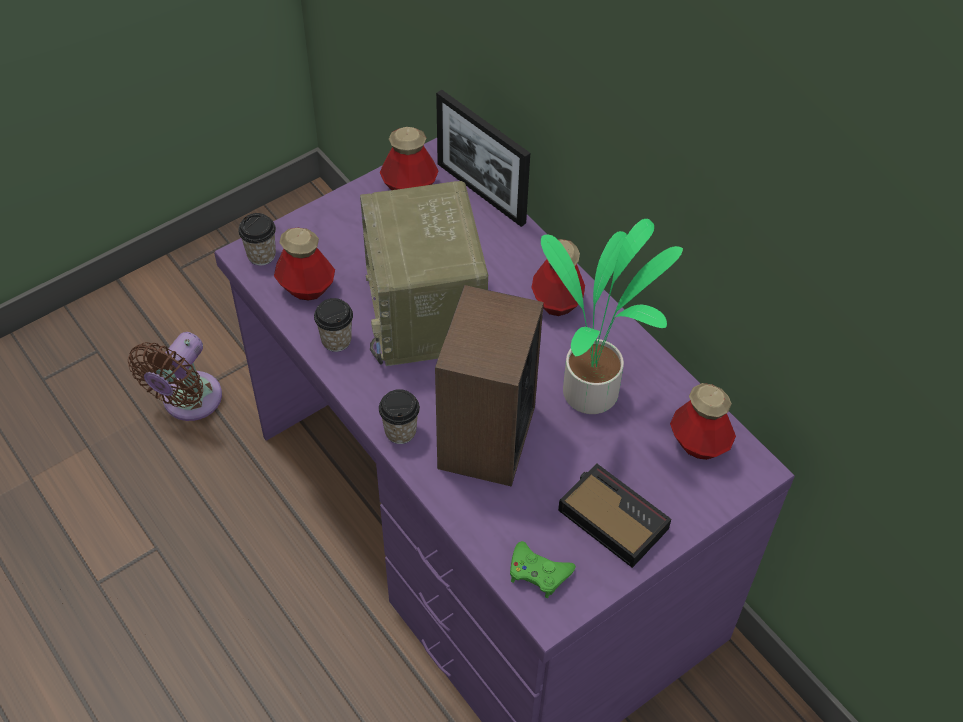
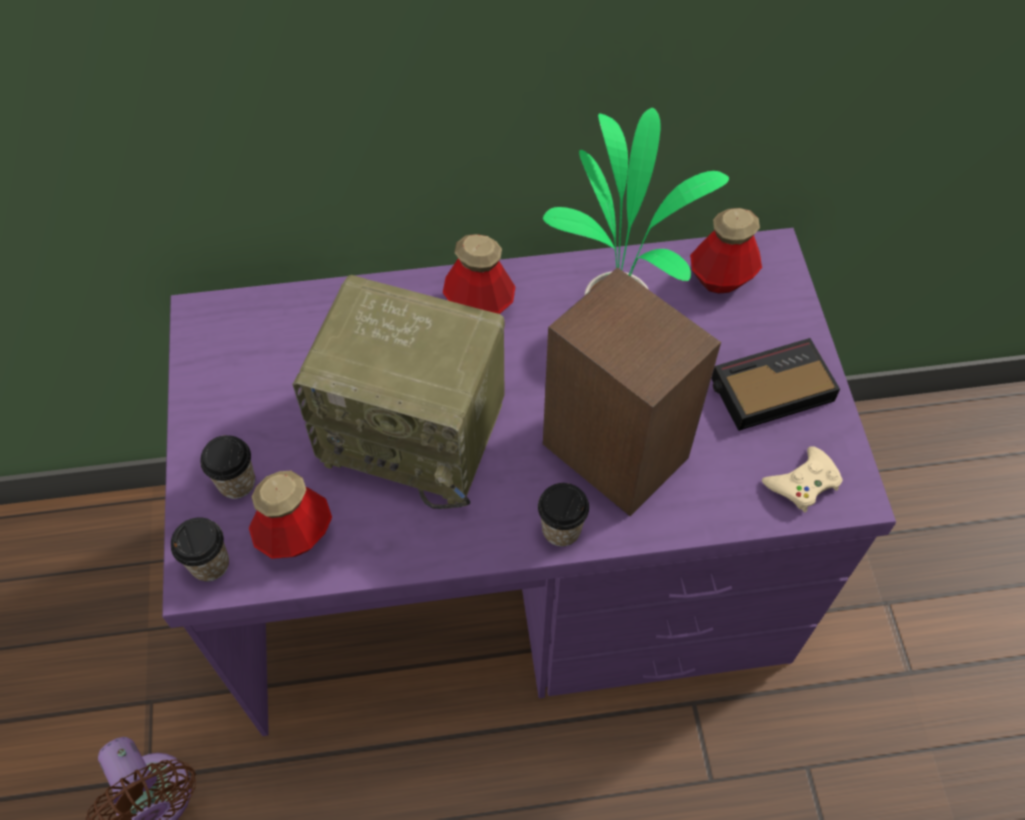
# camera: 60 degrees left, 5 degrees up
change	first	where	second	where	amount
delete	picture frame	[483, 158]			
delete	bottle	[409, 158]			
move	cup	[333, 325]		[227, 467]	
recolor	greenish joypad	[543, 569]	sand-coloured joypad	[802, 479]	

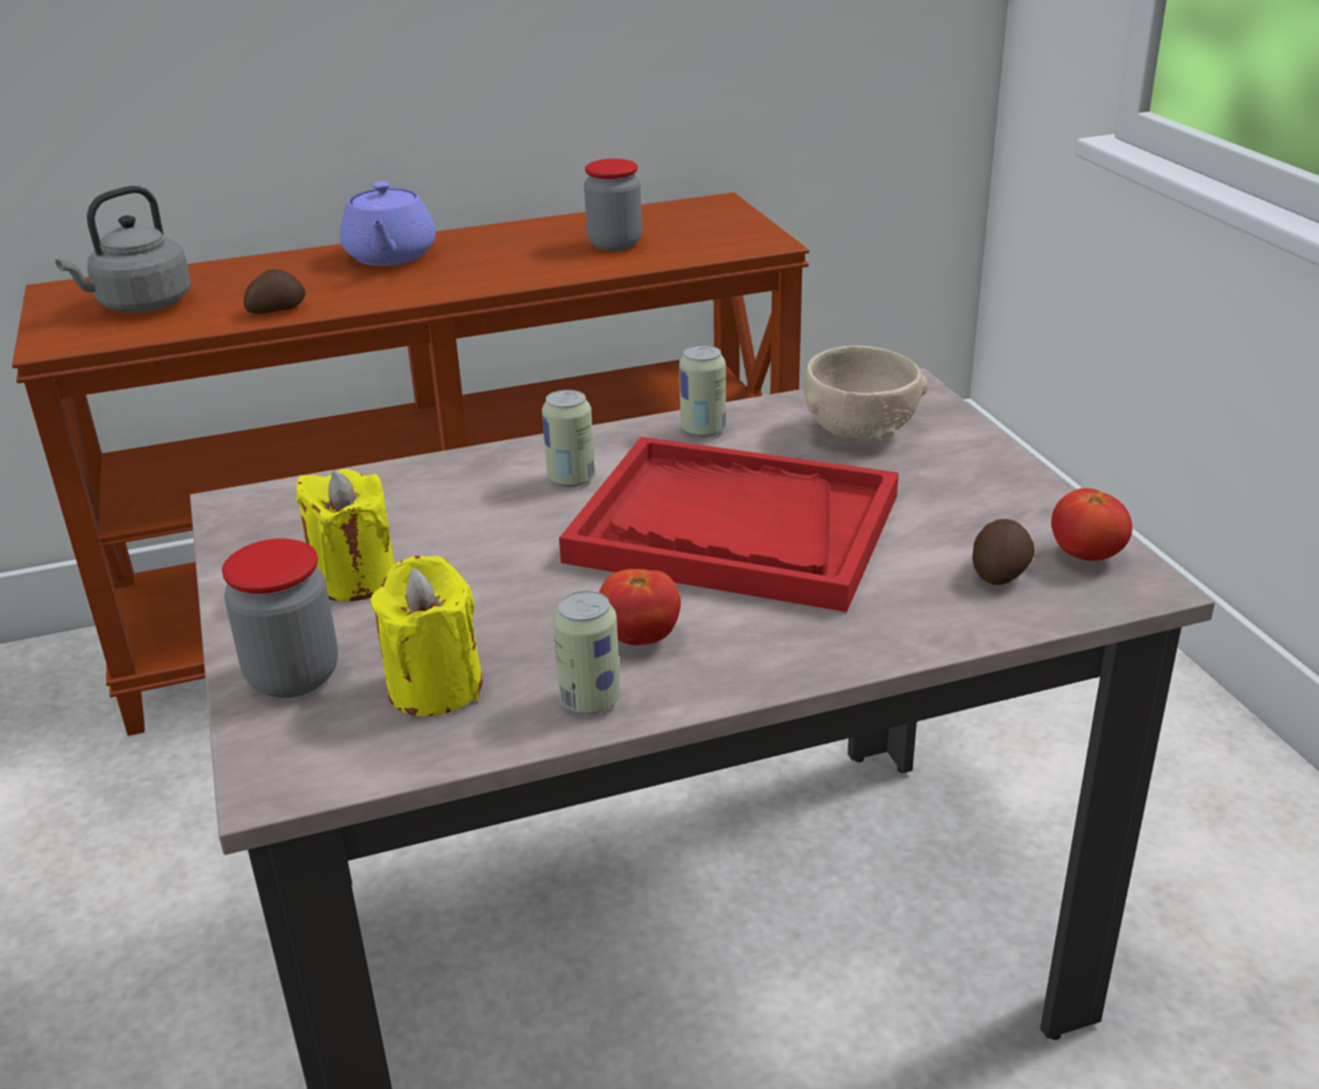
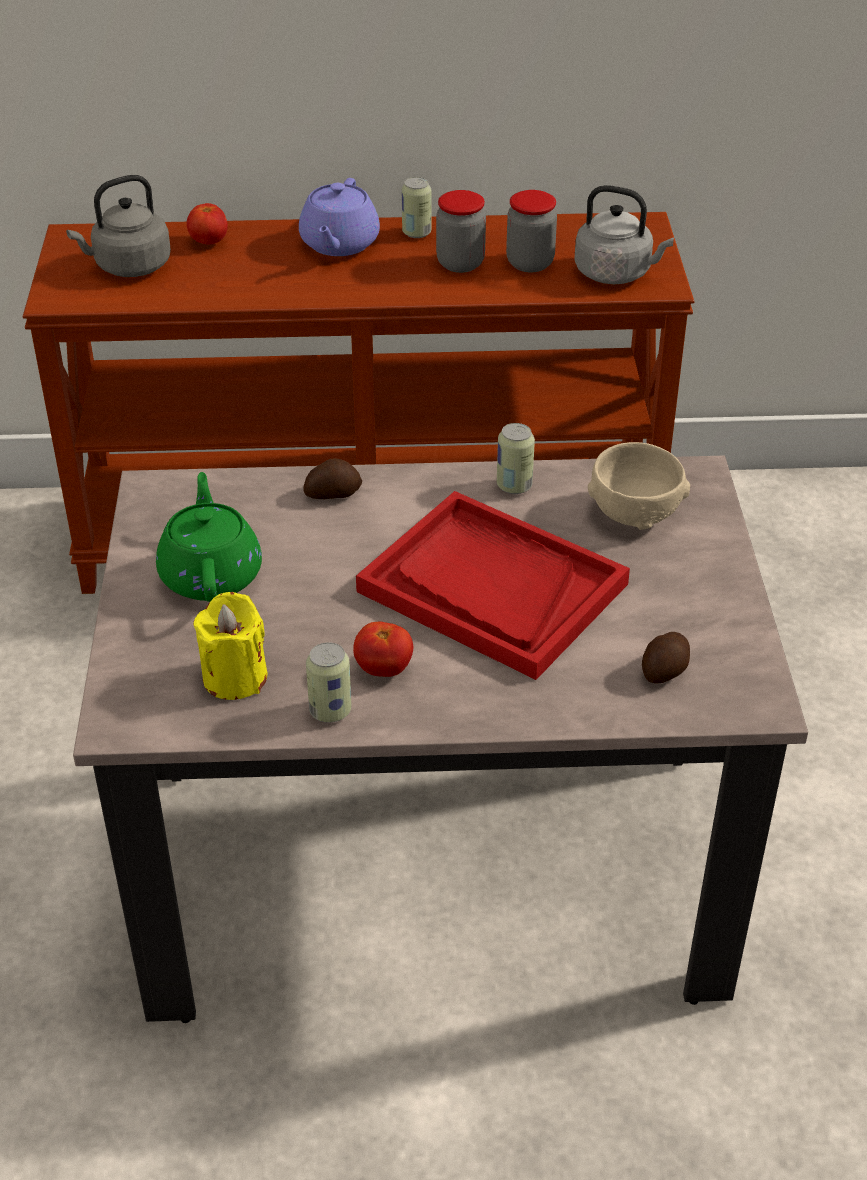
# camera: 15 degrees right, 10 degrees up
change	first	where	second	where	amount
move	spud	[275, 291]		[332, 478]	
move	metal can	[568, 438]		[416, 207]	
replace	yellow-coloured wax candle	[345, 535]	greenish pot for tea	[209, 537]	
move	tomato	[1091, 524]		[207, 223]	
move	storage jar	[280, 618]		[461, 231]	
insert			gray water kettle	[624, 234]	

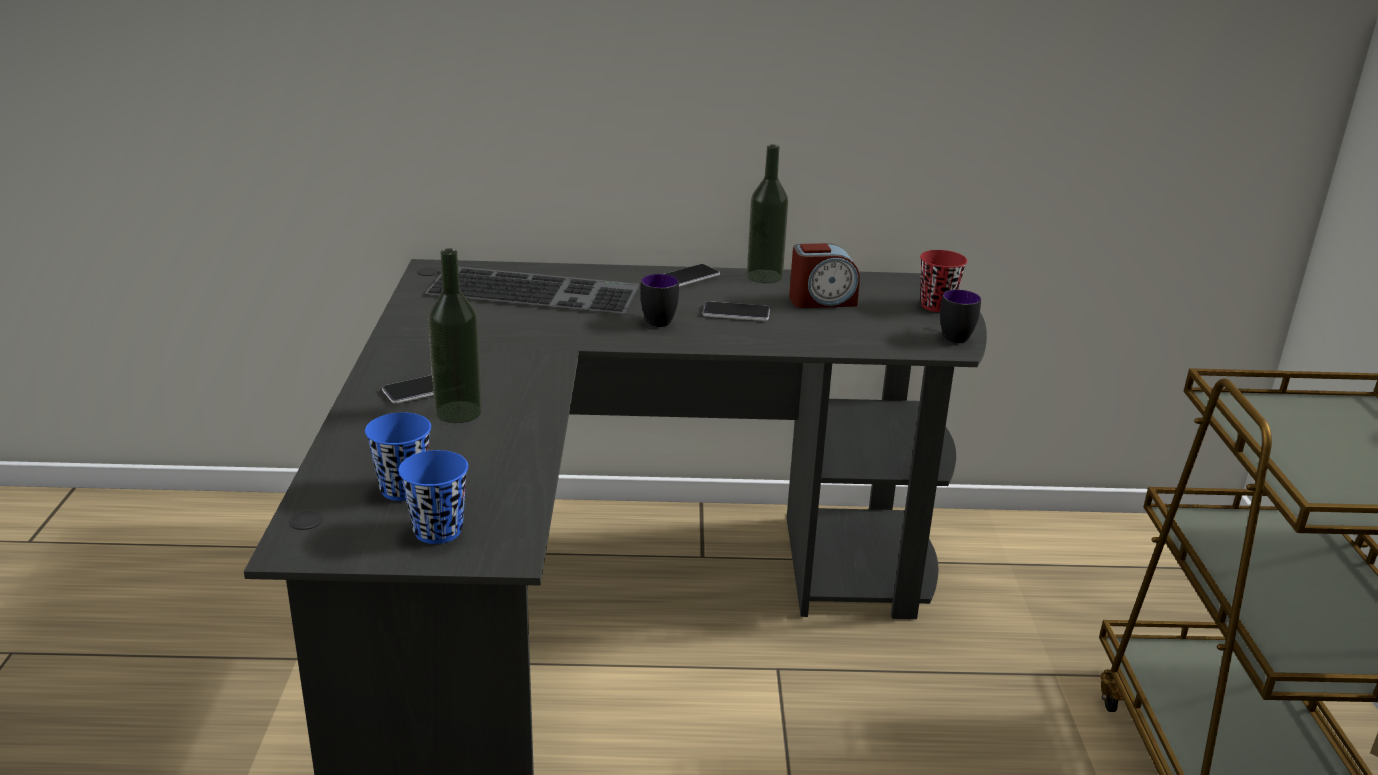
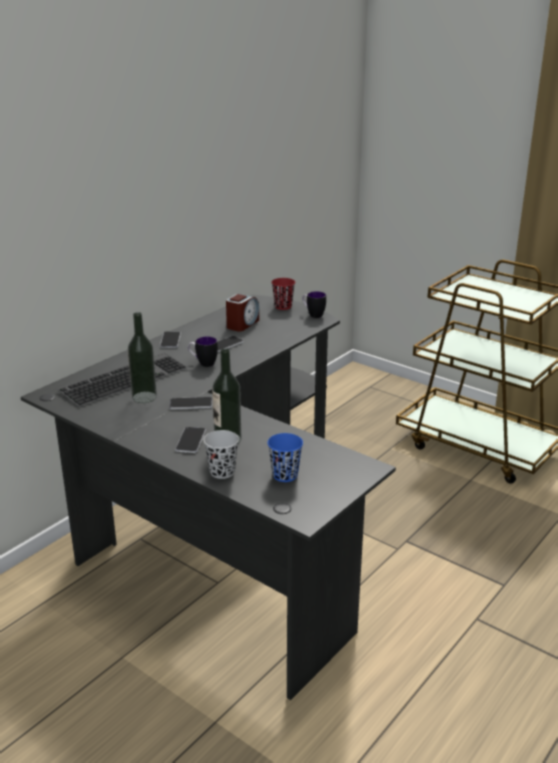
# camera: 50 degrees left, 0 degrees up
change	first	where	second	where	amount
move	bottle	[767, 214]		[142, 357]	
delete	blue cup	[433, 497]			
insert			telephone	[190, 403]	
insert			black cup	[221, 454]	

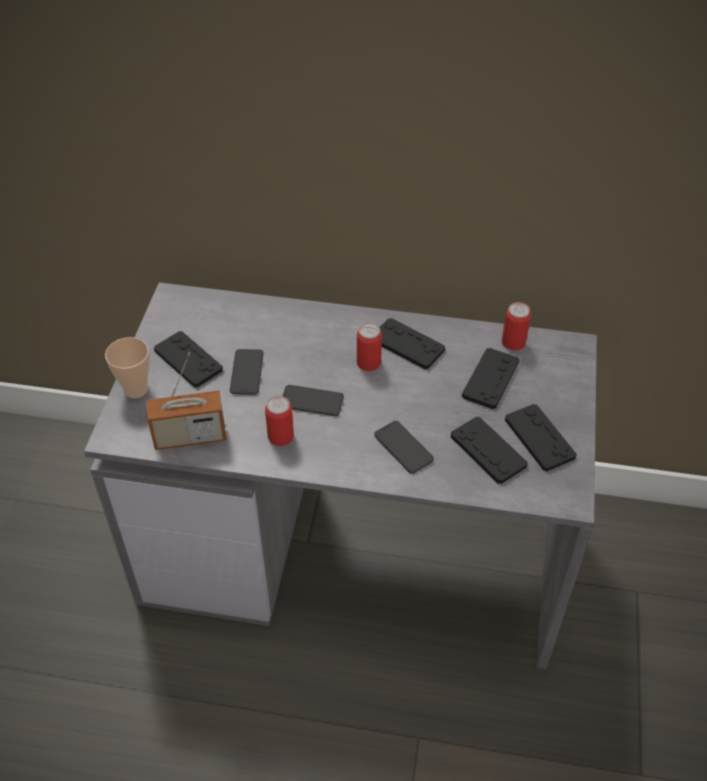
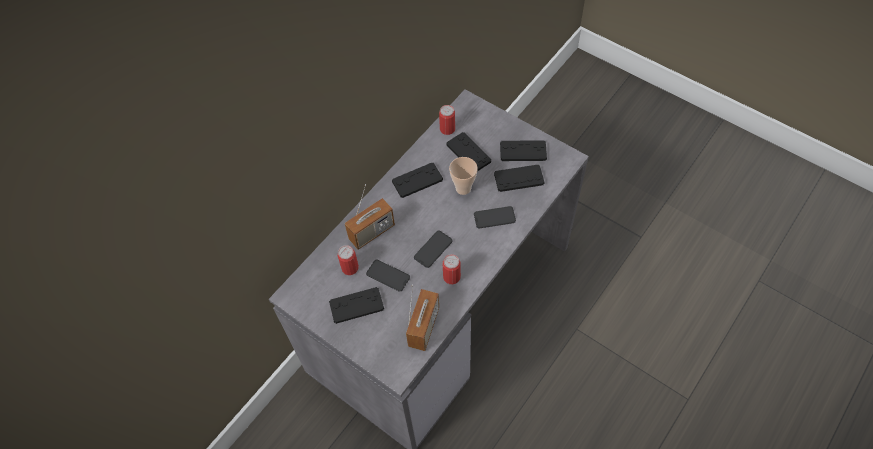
# camera: 60 degrees left, 10 degrees up
change	first	where	second	where	amount
move	metal can	[369, 346]		[348, 260]	
move	cup	[127, 367]		[463, 176]	
insert			radio receiver	[370, 217]	

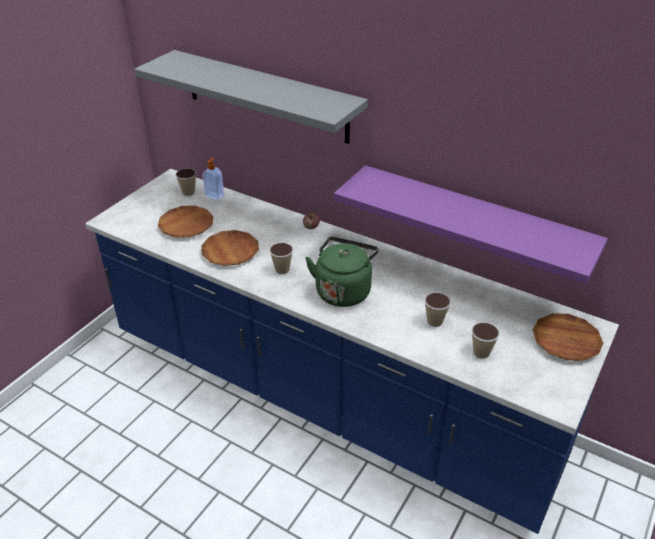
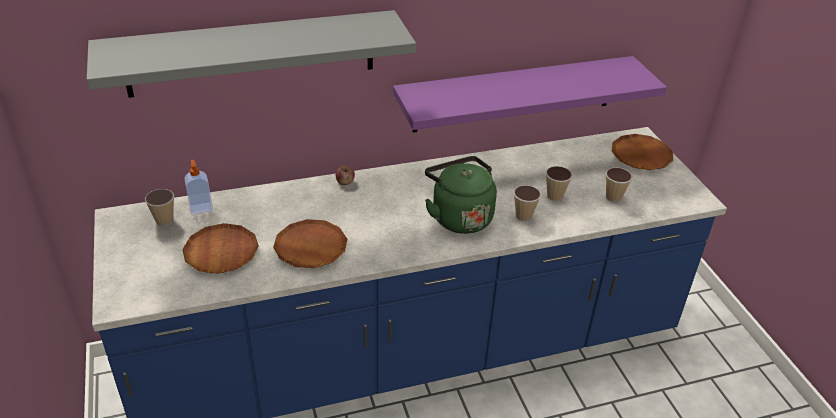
# camera: 50 degrees left, 0 degrees up
change	first	where	second	where	amount
move	cup	[281, 258]		[527, 203]	

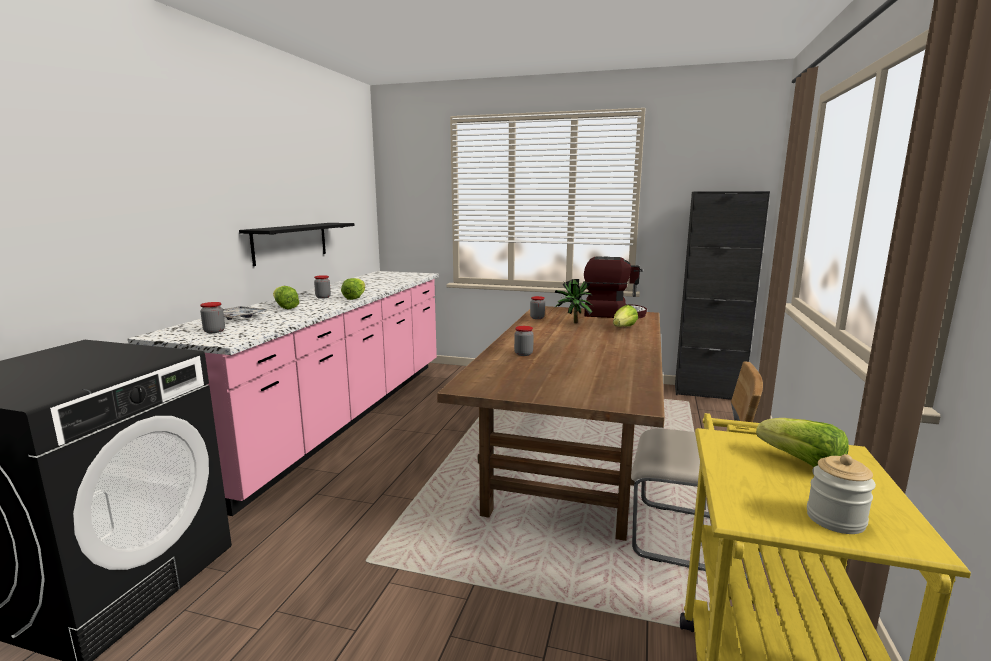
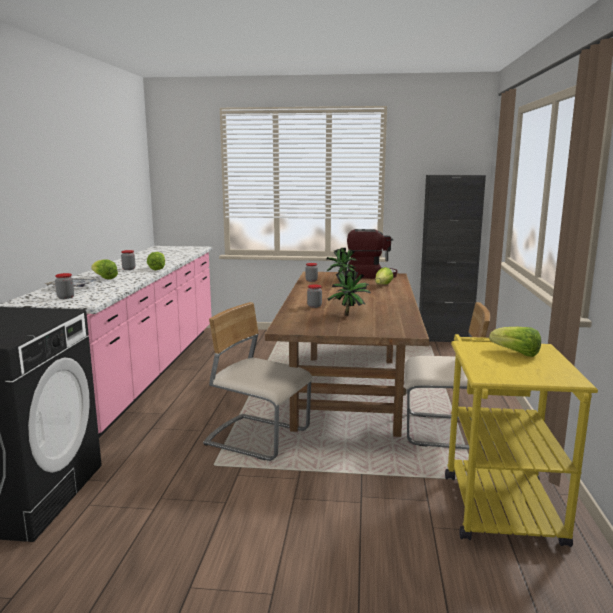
# camera: 10 degrees left, 0 degrees up
change	first	where	second	where	amount
delete	black shelf	[297, 244]			
delete	storage jar	[841, 494]			
insert			plant in a pot	[349, 293]	
insert			sand-coloured plain chair	[257, 381]	

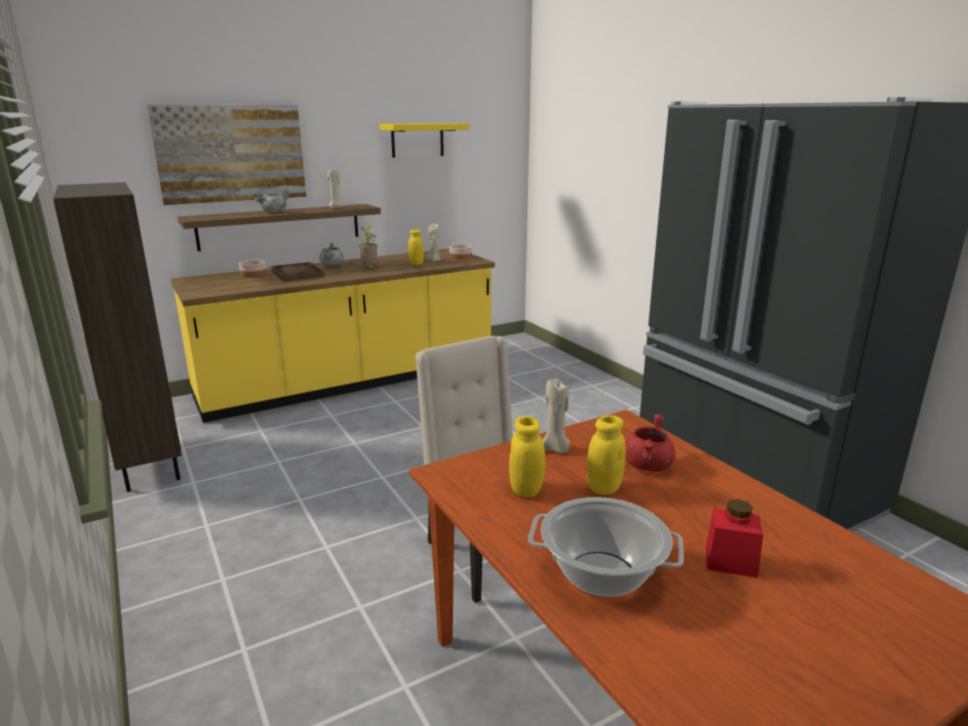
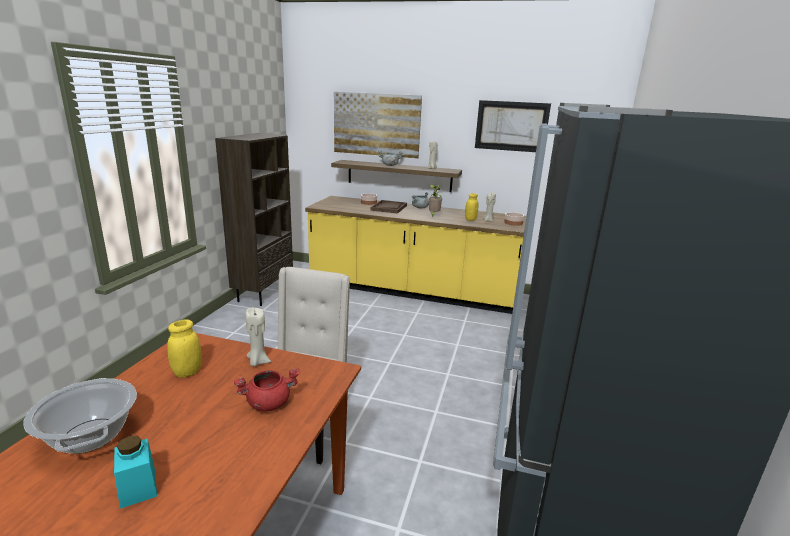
# camera: 45 degrees right, 0 degrees up
change	first	where	second	where	amount
replace	yellow-coloured shelf	[424, 140]	wall art	[513, 126]	
delete	yellow-coloured storage jar	[606, 455]			
recolor	reddish storage jar	[734, 538]	turquoise-coloured storage jar	[135, 472]	

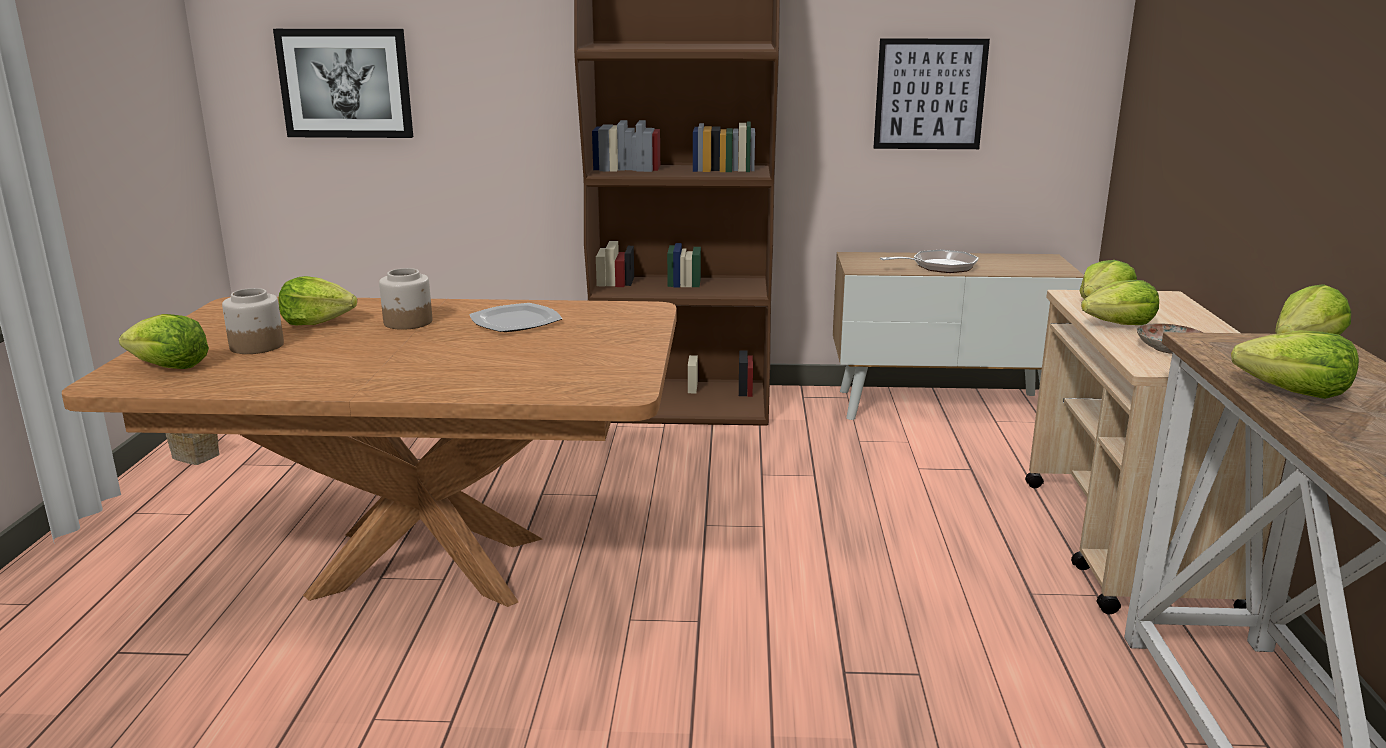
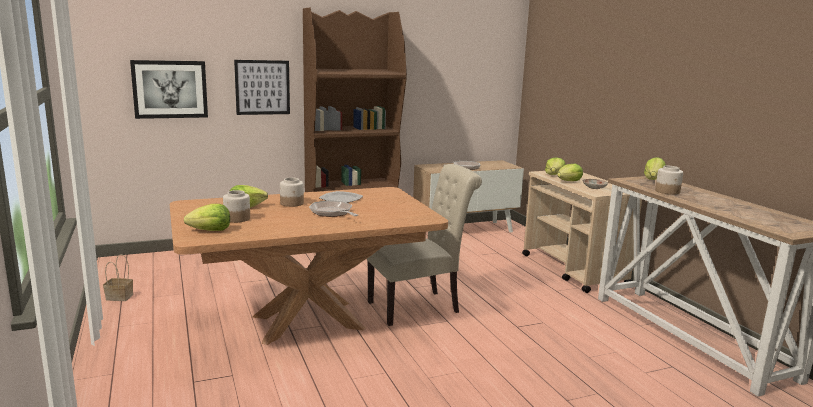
# camera: 25 degrees left, 5 degrees down
change	first	where	second	where	amount
move	wall art	[931, 93]		[262, 87]	
replace	lettuce head	[1295, 364]	storage jar	[669, 180]	
insert			sand-coloured plain chair	[424, 245]	
insert			frying pan	[333, 208]	

